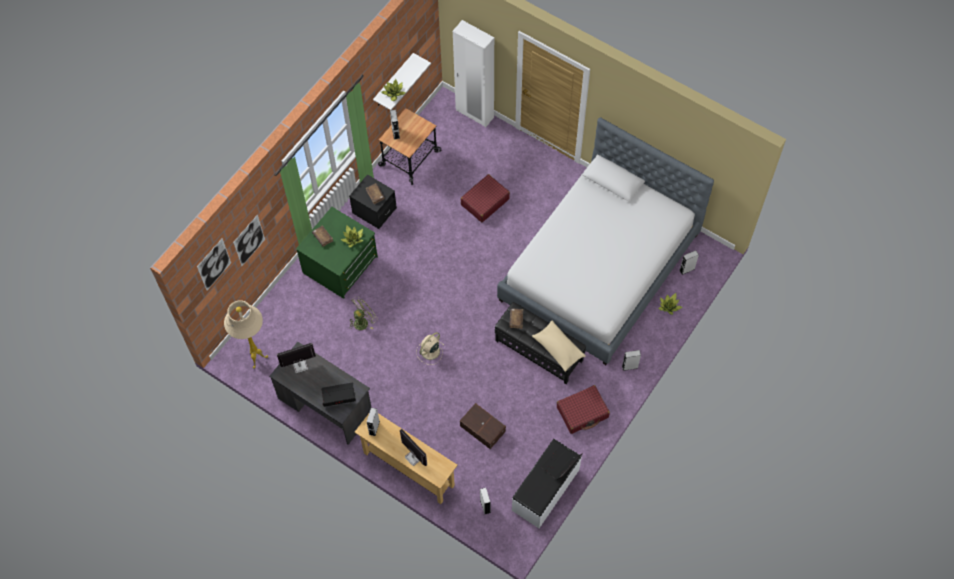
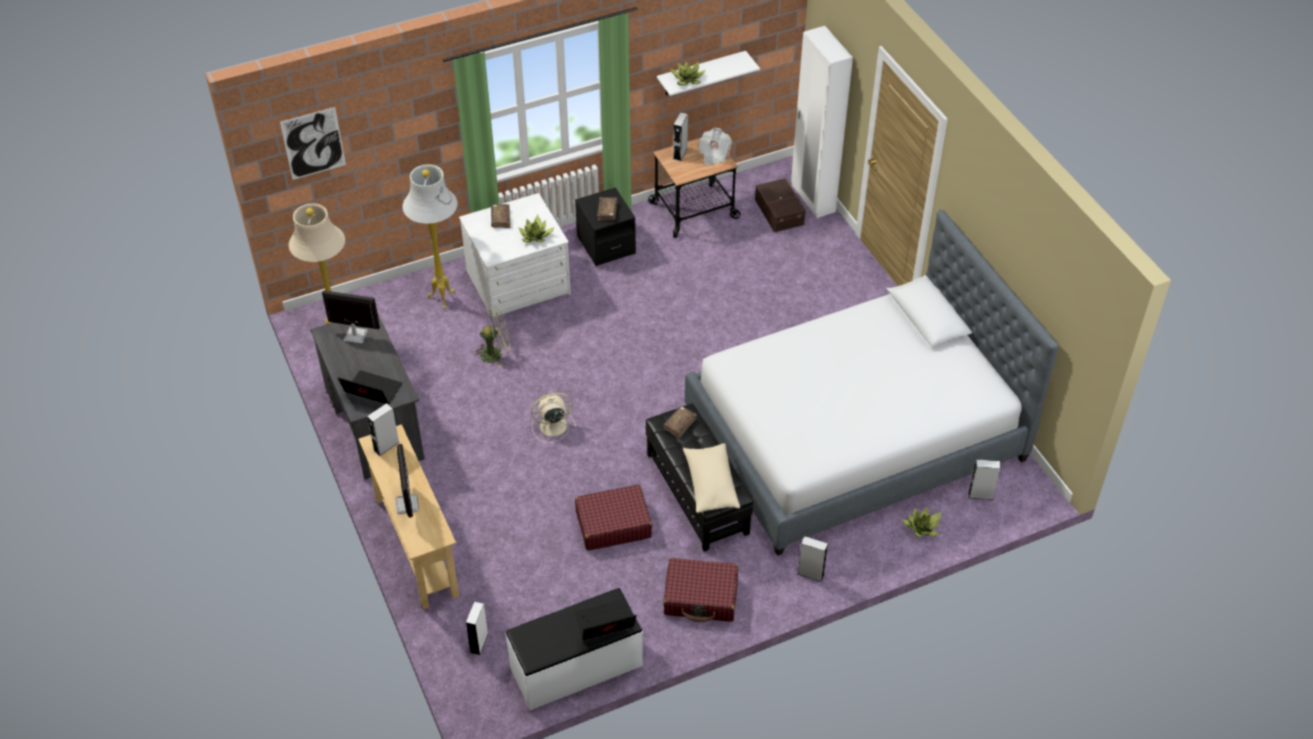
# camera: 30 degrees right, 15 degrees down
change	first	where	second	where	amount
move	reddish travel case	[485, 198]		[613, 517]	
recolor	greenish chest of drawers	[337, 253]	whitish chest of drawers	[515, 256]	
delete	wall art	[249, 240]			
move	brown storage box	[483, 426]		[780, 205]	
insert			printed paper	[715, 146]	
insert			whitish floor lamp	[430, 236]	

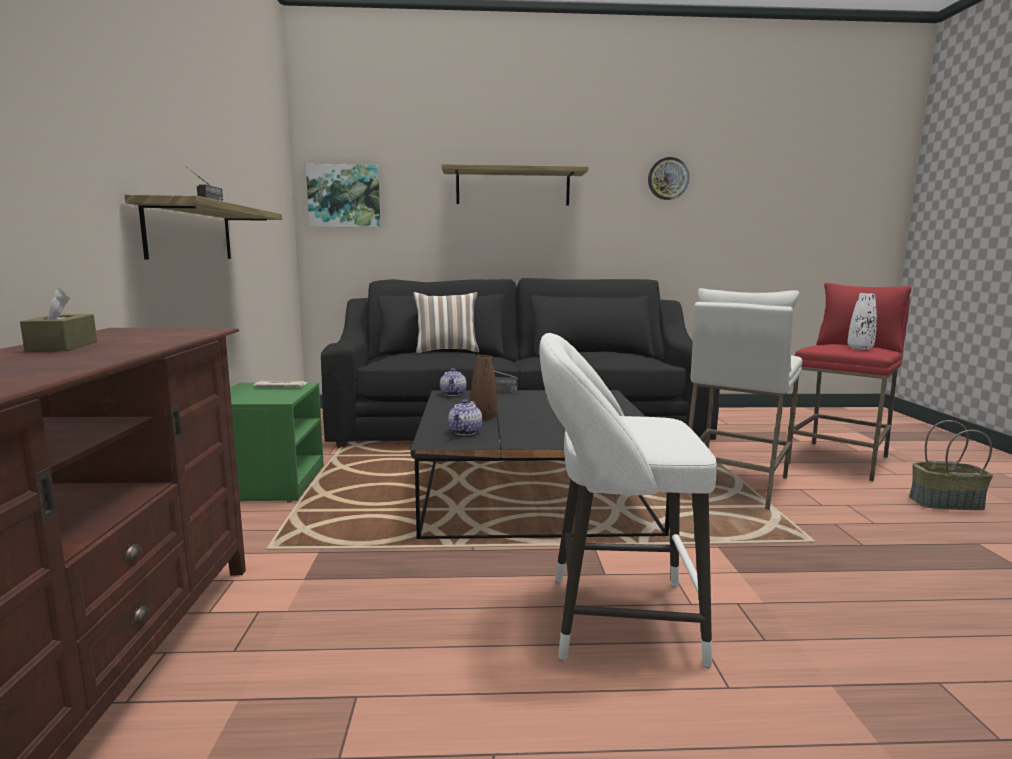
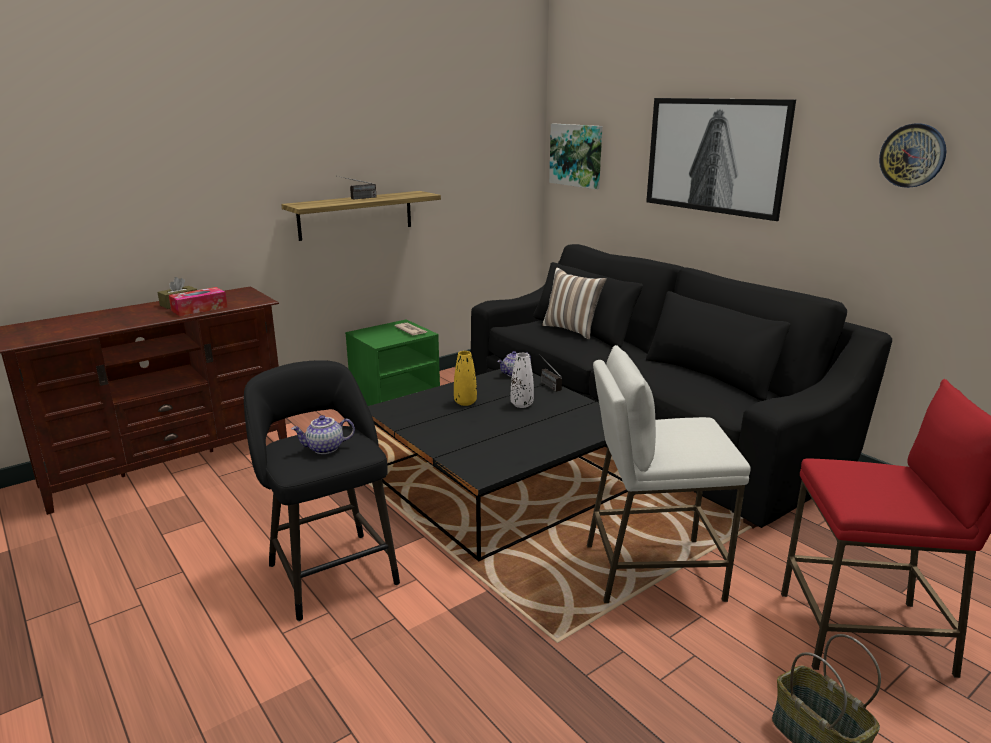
# camera: 55 degrees right, 10 degrees up
change	first	where	second	where	amount
replace	shelf	[515, 185]	wall art	[721, 159]	
move	whitish decorative vase	[862, 321]		[522, 380]	
recolor	whitish stool seat	[628, 500]	black stool seat	[322, 490]	
recolor	brown decorative vase	[484, 387]	yellow-coloured decorative vase	[465, 378]	
move	pot for tea	[465, 417]		[323, 434]	
insert			box of tissues	[198, 301]	

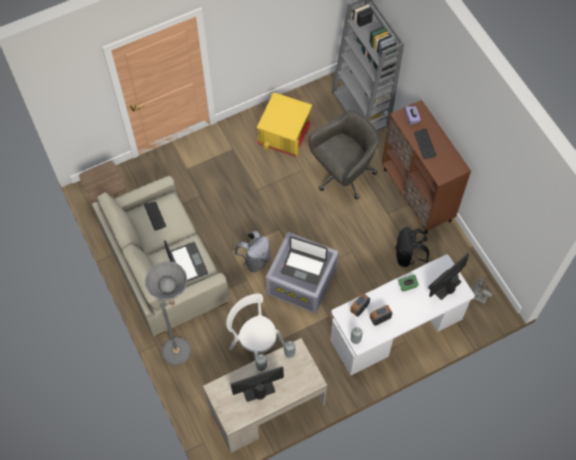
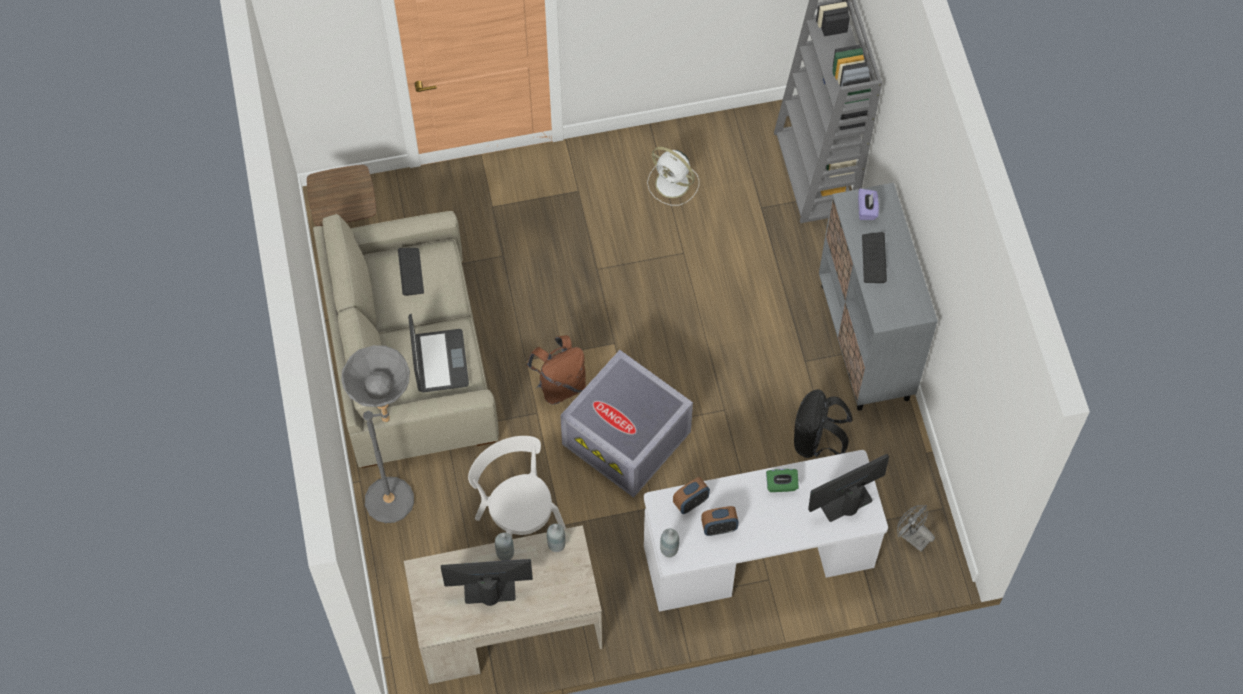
# camera: 15 degrees right, 0 degrees up
change	first	where	second	where	amount
replace	yellow-coloured storage box	[284, 124]	whitish cooling fan	[673, 176]	
recolor	brown storage cabinet	[426, 167]	gray storage cabinet	[878, 297]	
delete	gray desk chair	[344, 155]			
recolor	gray rucksack	[252, 252]	brown rucksack	[556, 369]	
delete	portable computer	[304, 260]			

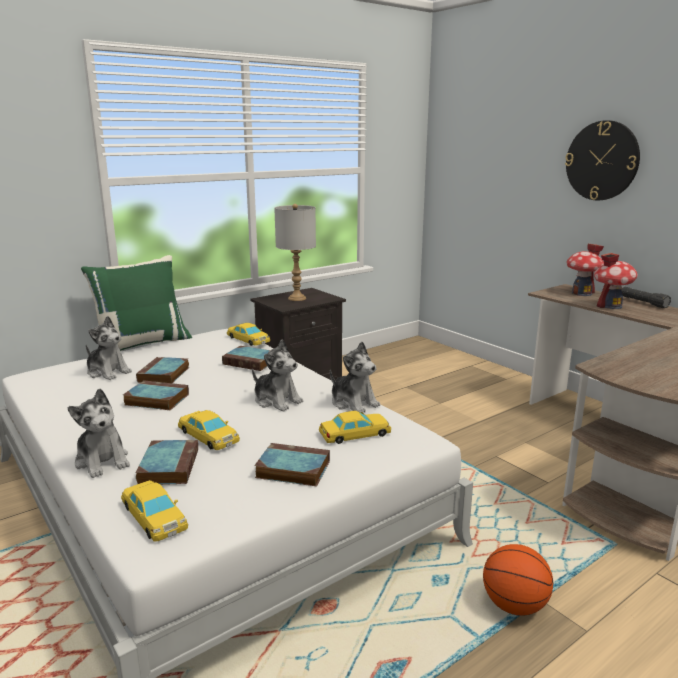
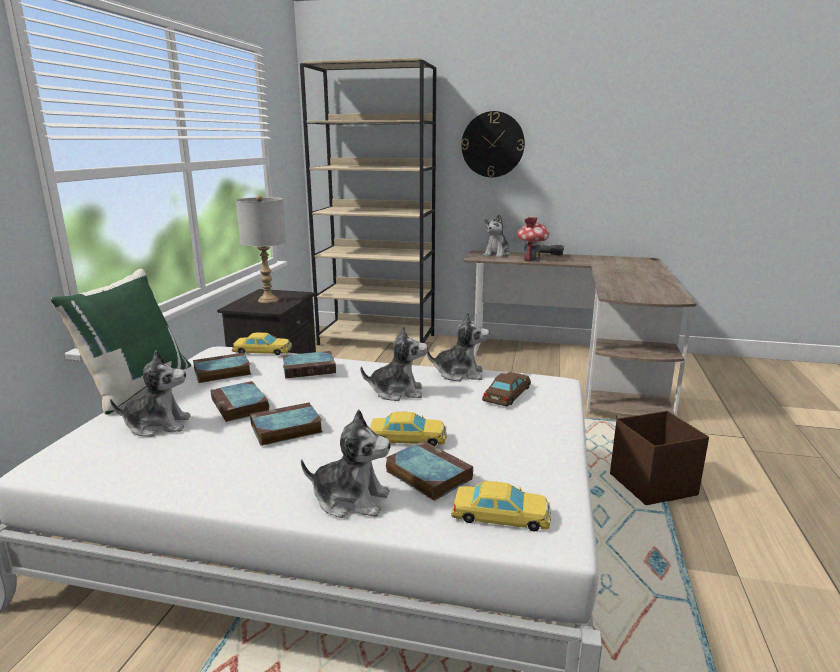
# camera: 40 degrees left, 0 degrees up
change	first	where	second	where	amount
replace	model house	[585, 270]	cuddly toy	[497, 236]	
recolor	yellow-coloured toy car	[355, 427]	brown toy car	[506, 389]	
move	bound book	[292, 464]		[222, 368]	
replace	ball for basketball	[518, 580]	brown storage box	[659, 458]	
insert			sand-coloured bookcase	[368, 201]	

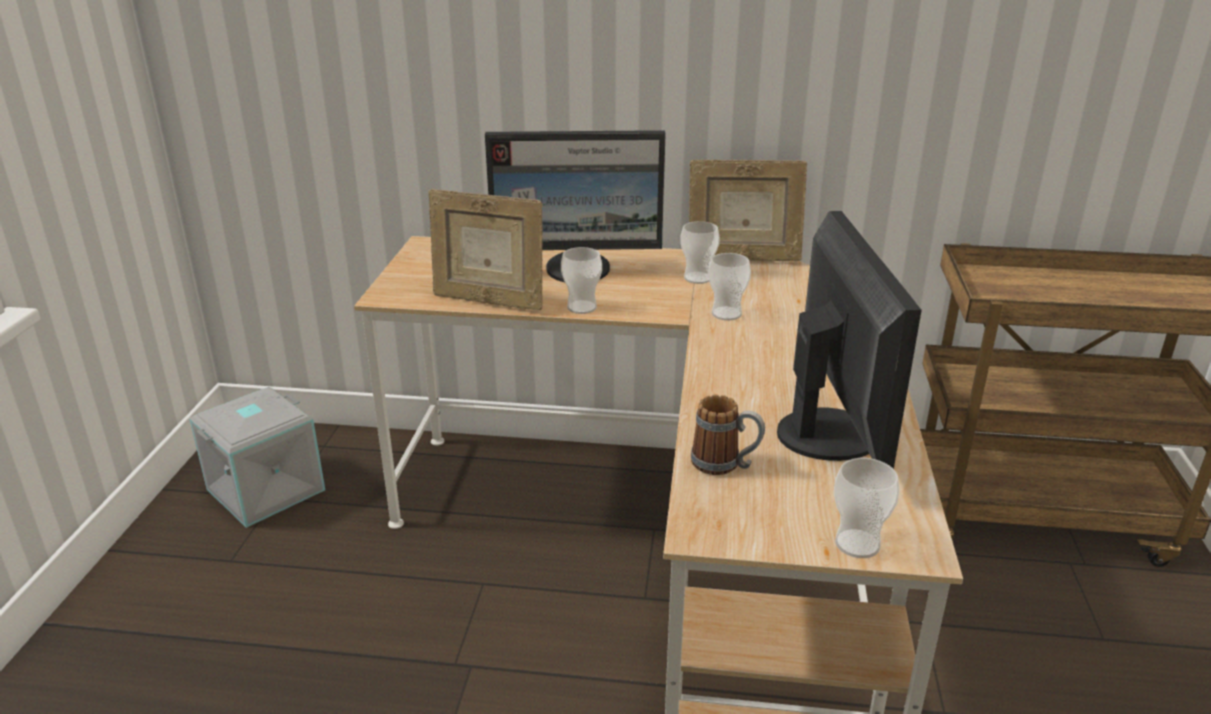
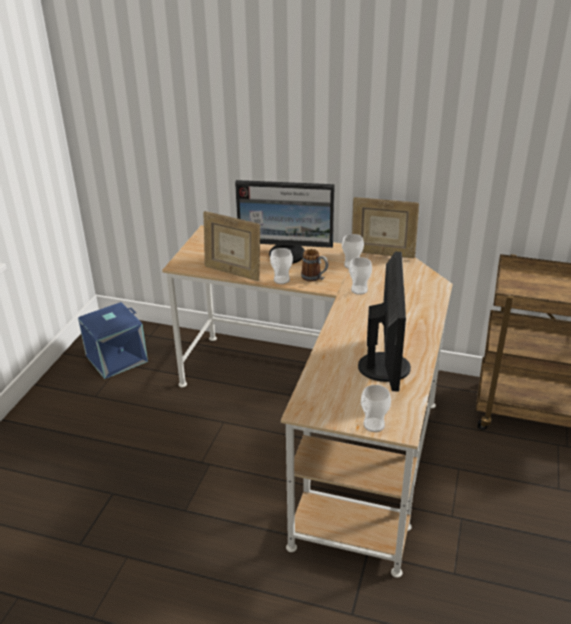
# camera: 10 degrees right, 5 degrees up
change	first	where	second	where	amount
recolor	gray storage box	[257, 457]	blue storage box	[113, 340]	
move	tea mug	[728, 435]		[314, 265]	

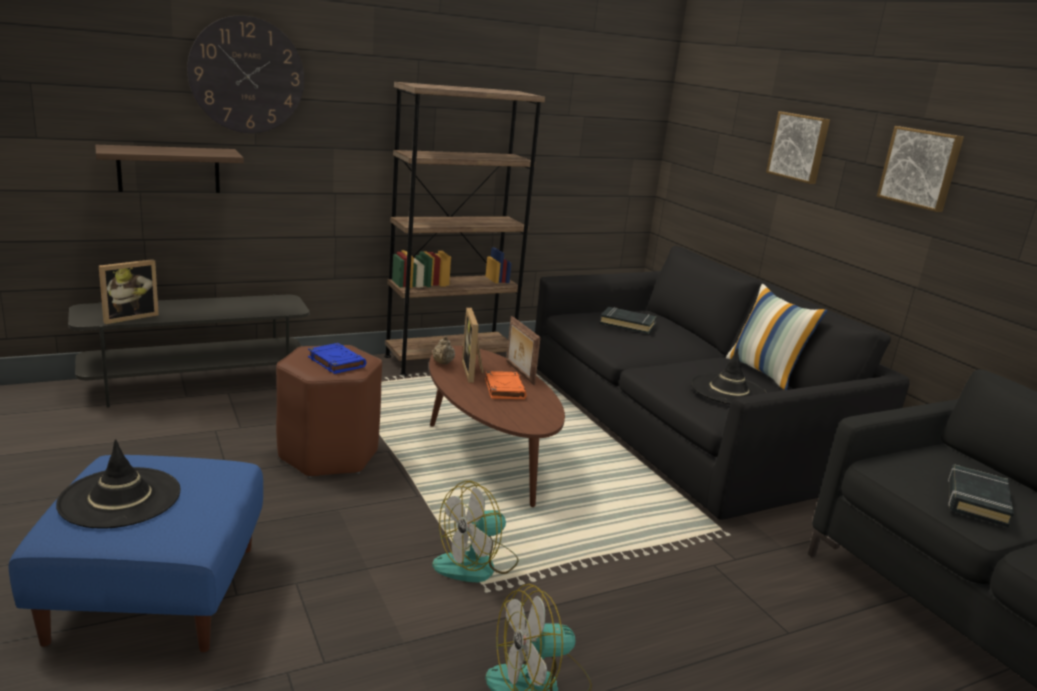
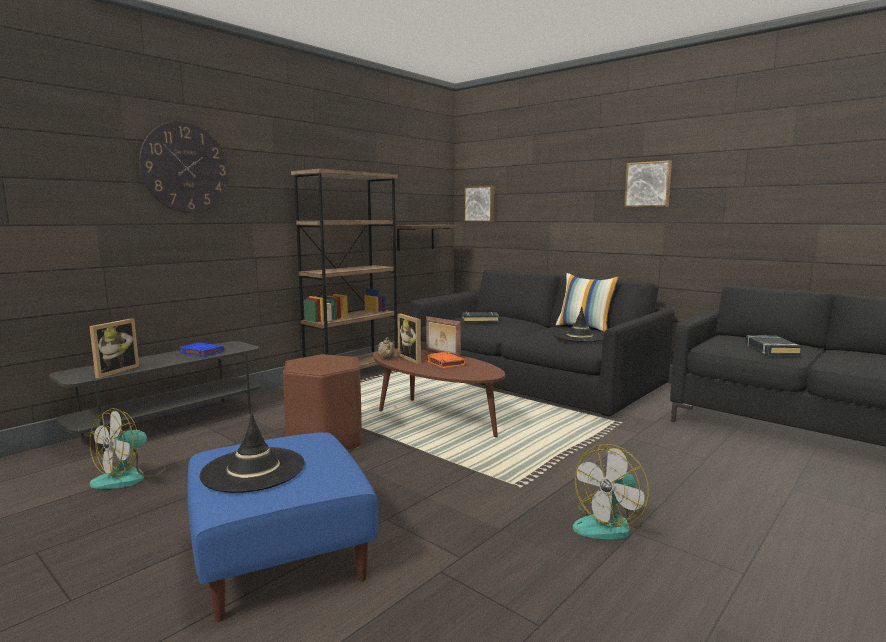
# camera: 20 degrees left, 10 degrees down
change	first	where	second	where	amount
move	wall art	[798, 147]		[479, 204]	
move	shelf	[169, 169]		[425, 238]	
move	blue bound book	[337, 358]		[201, 350]	
move	cooling fan	[475, 532]		[128, 448]	

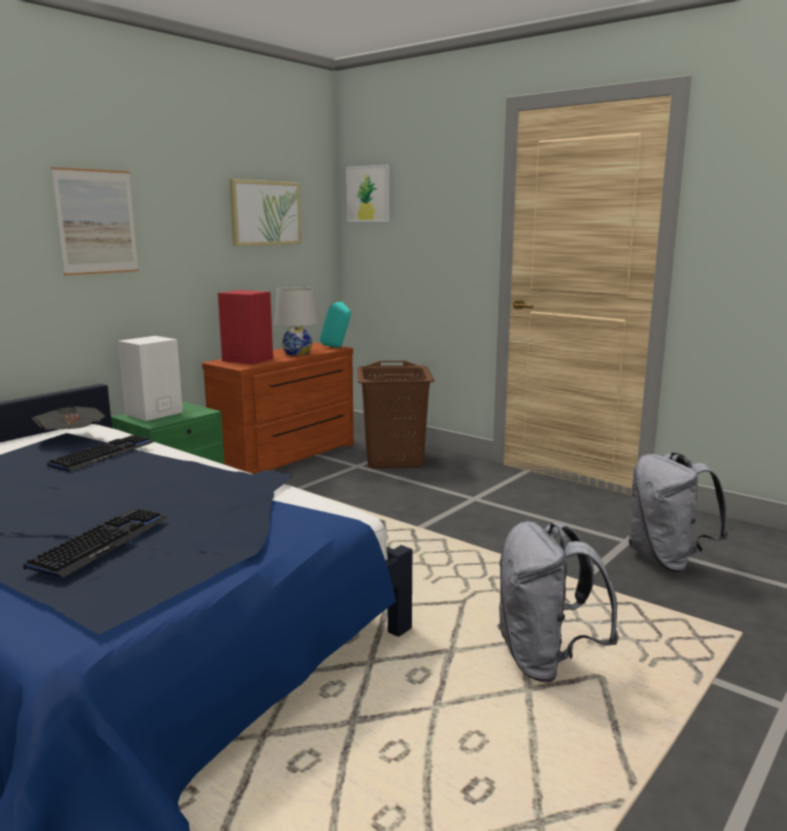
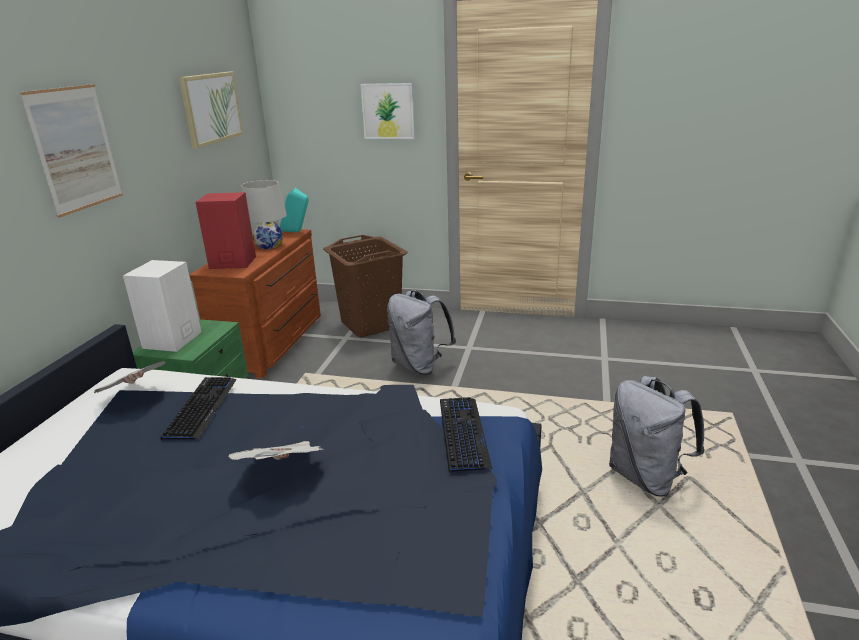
# camera: 25 degrees left, 10 degrees up
change	first	where	second	where	amount
move	wall art	[367, 193]		[387, 111]	
move	gray rucksack	[678, 513]		[421, 332]	
move	computer keyboard	[95, 543]		[466, 435]	
insert			printed paper	[276, 450]	

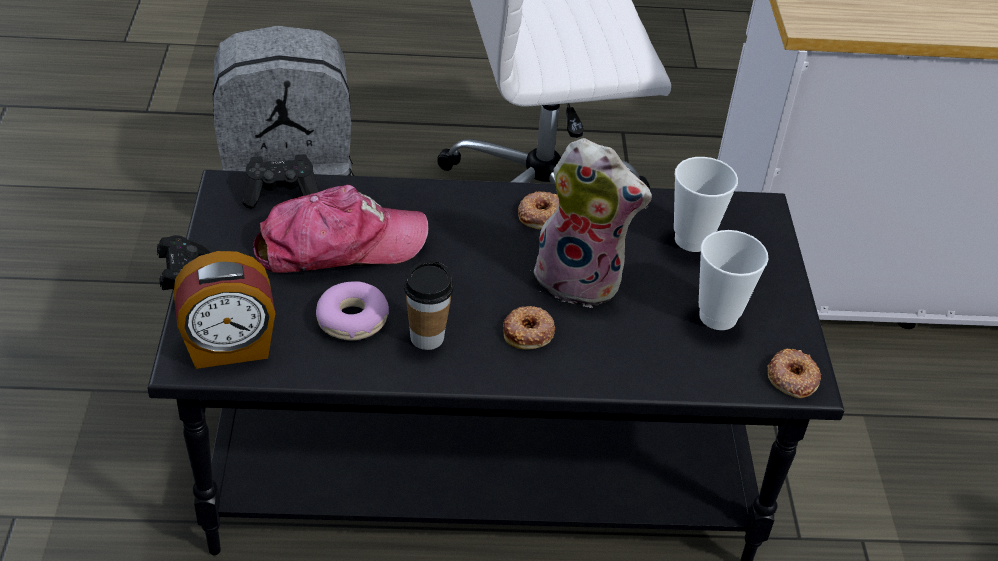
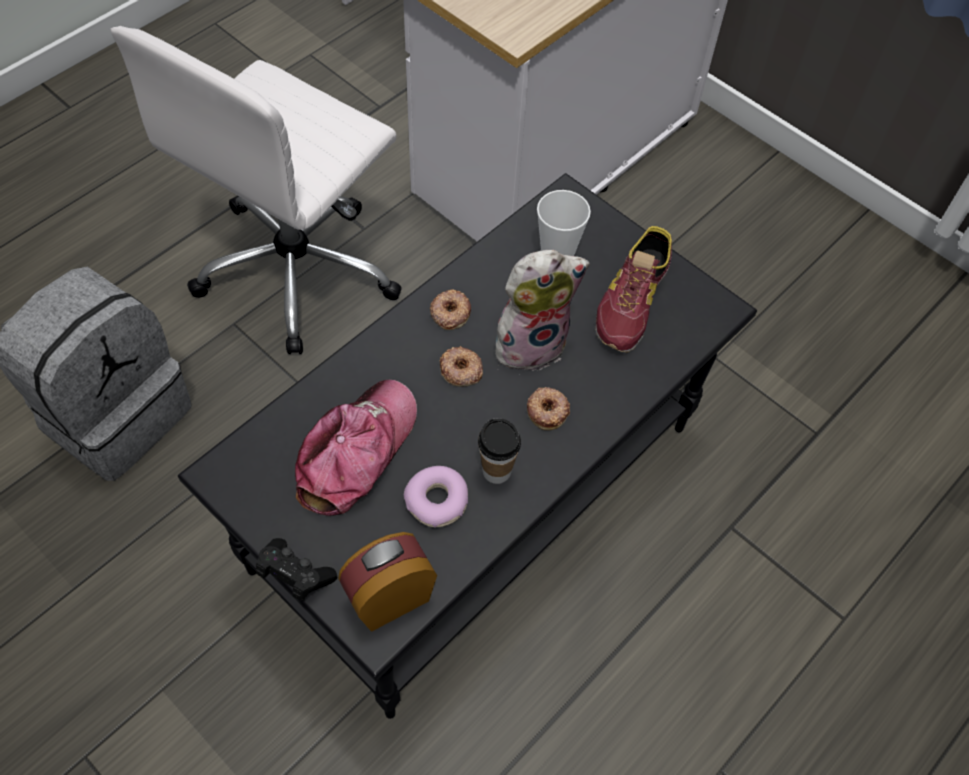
# camera: 45 degrees left, 15 degrees up
change	first	where	second	where	amount
delete	black joypad	[280, 181]			
replace	cup	[733, 280]	item of footwear	[634, 289]	
rotate	table clock	[225, 310]		[387, 582]	150 degrees counterclockwise
move	donut	[794, 373]		[461, 366]	

